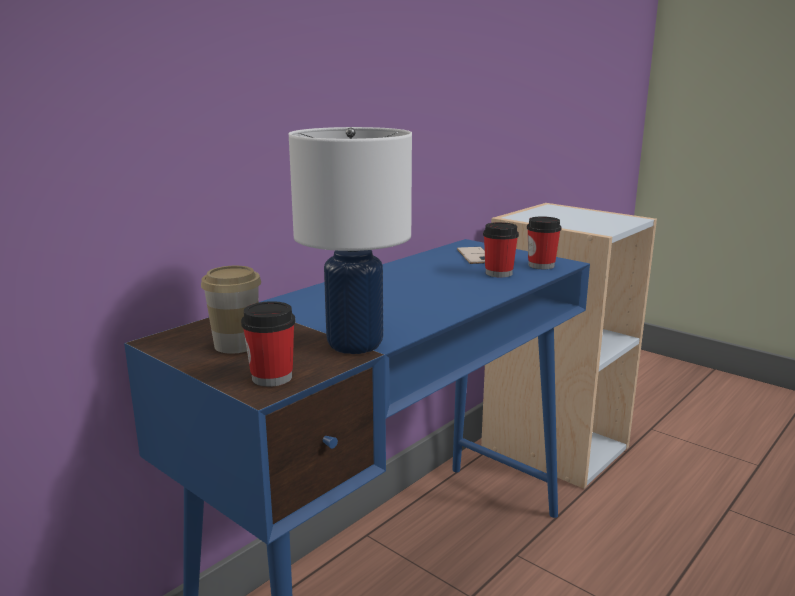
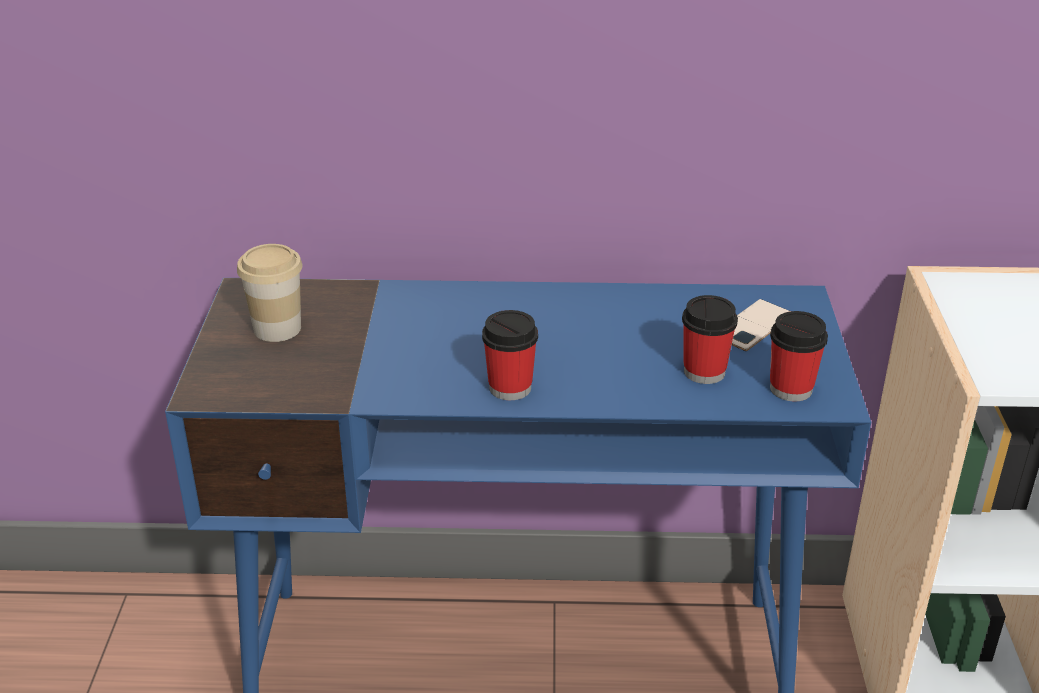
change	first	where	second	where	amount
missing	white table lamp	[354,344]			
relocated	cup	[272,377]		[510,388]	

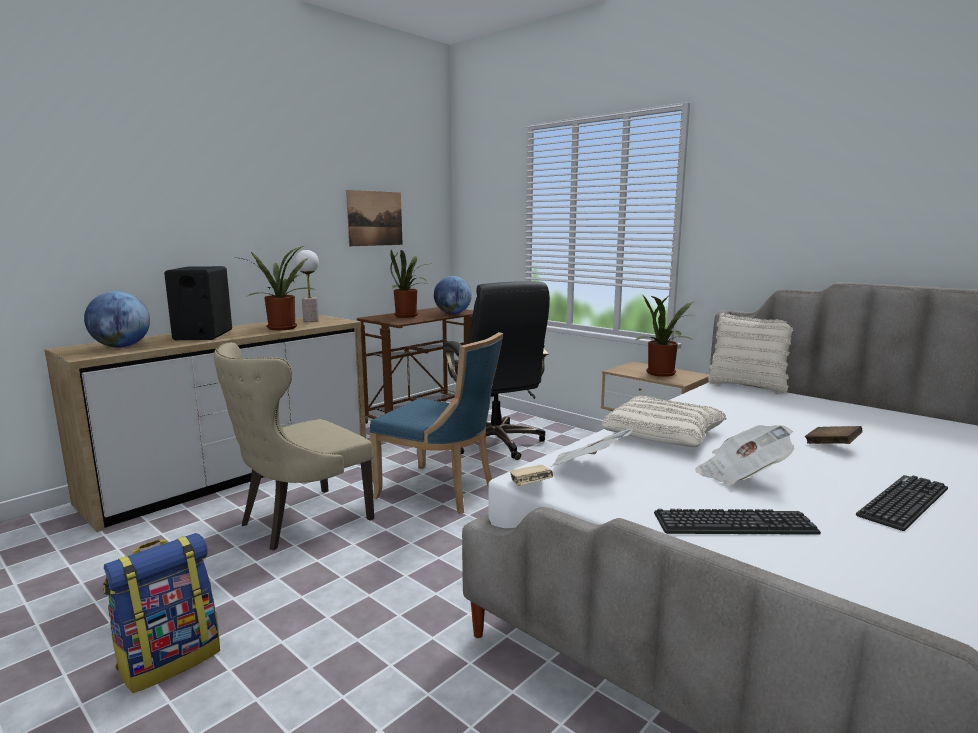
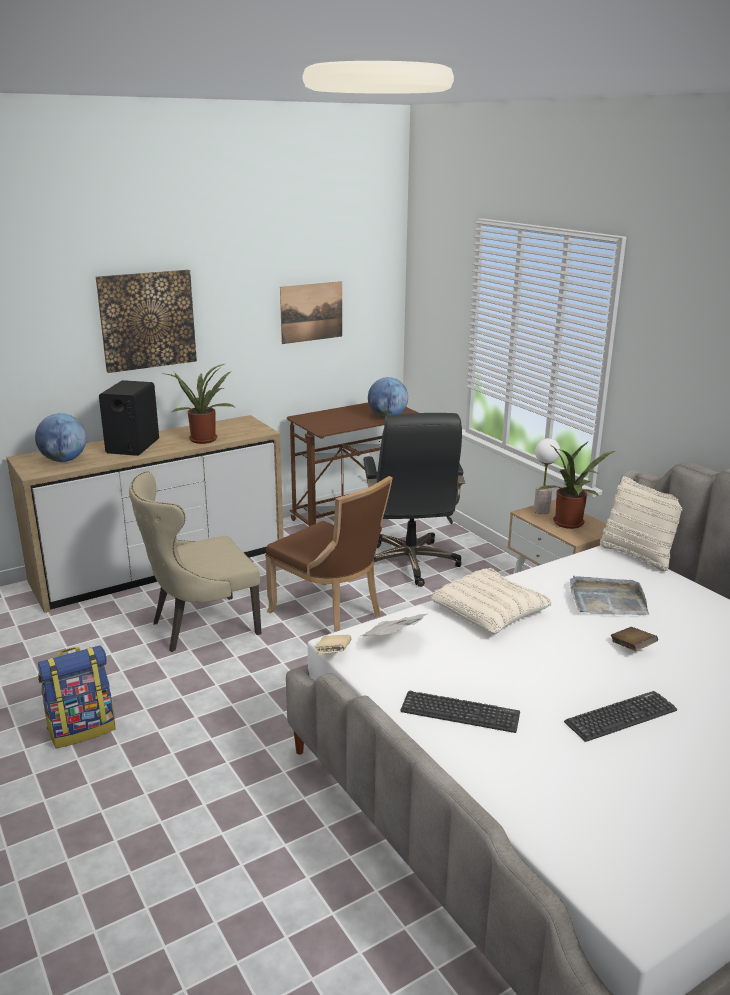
change	first	where	second	where	amount
relocated	table lamp	[311,320]		[542,510]	
missing	potted plant	[408,316]			
colour	blue chair	[440,491]	brown chair	[330,613]	
missing	newspaper	[741,475]			
appeared			picture	[147,320]	
appeared			grey tray	[606,600]	

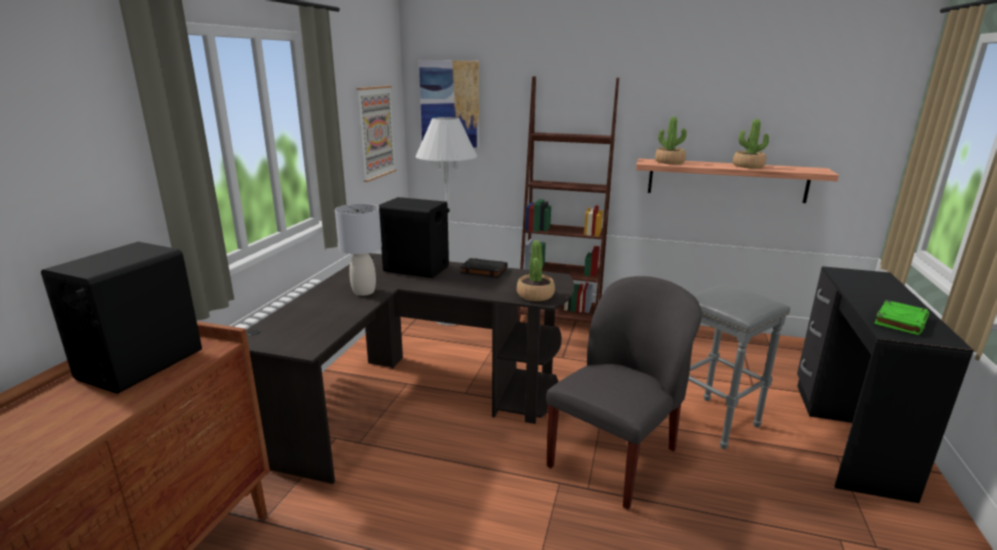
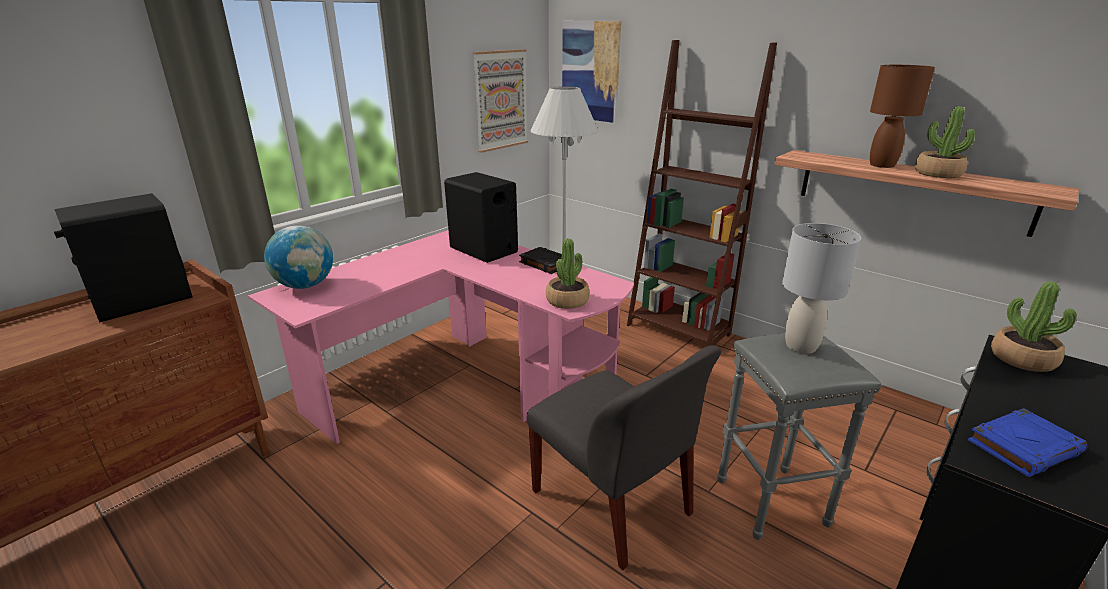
change	first	where	second	where	amount
relocated	potted plant	[669,162]		[1022,359]	
relocated	grey table lamp	[364,291]		[801,346]	
colour	black desk	[416,401]	pink desk	[464,384]	
spun	grey chair	[615,457]		[614,504]	75 degrees clockwise
colour	green book	[900,321]	blue book	[1024,447]	
appeared			brown table lamp	[881,165]	
appeared			globe	[305,285]	

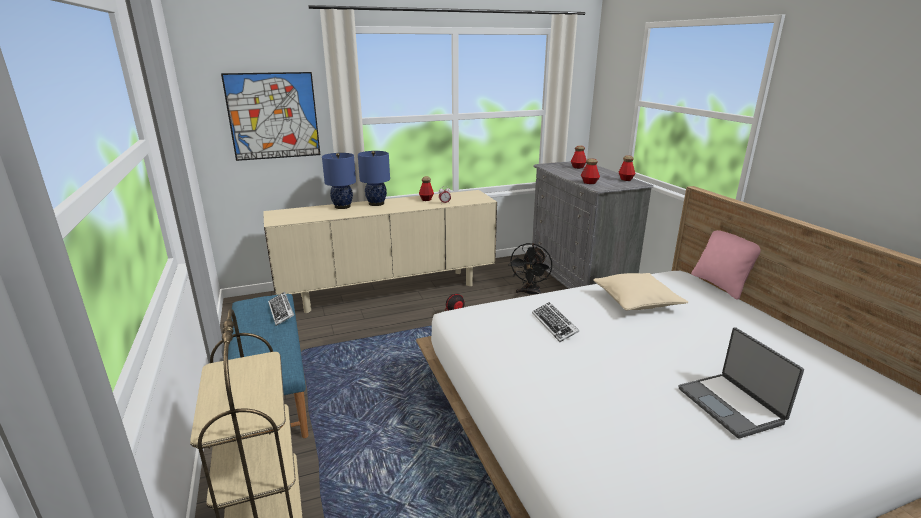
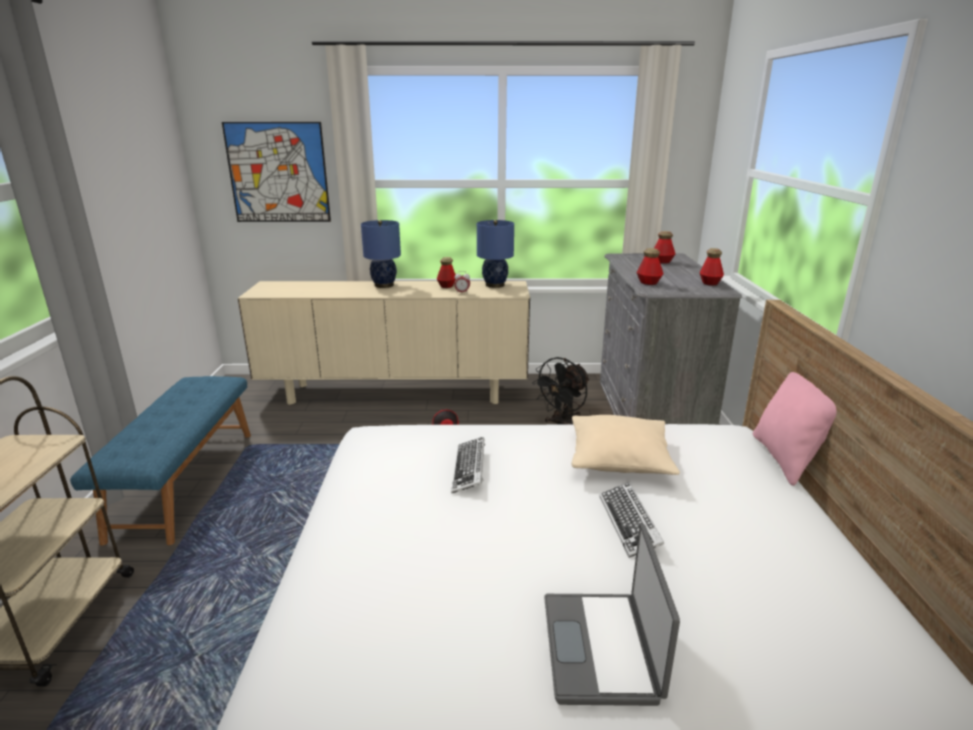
change	first	where	second	where	amount
relocated	blue table lamp	[342,206]		[495,285]	
relocated	keyboard	[281,311]		[629,523]	

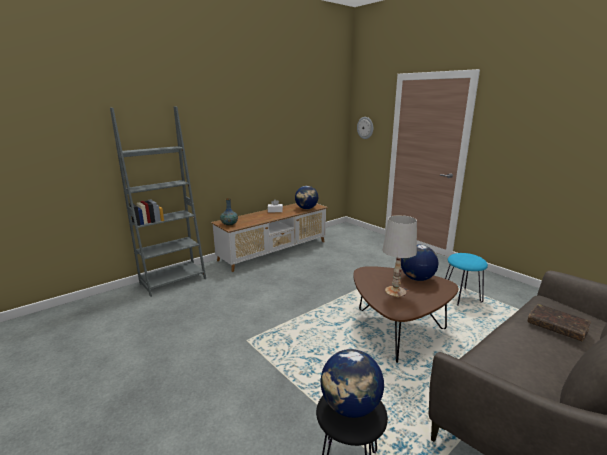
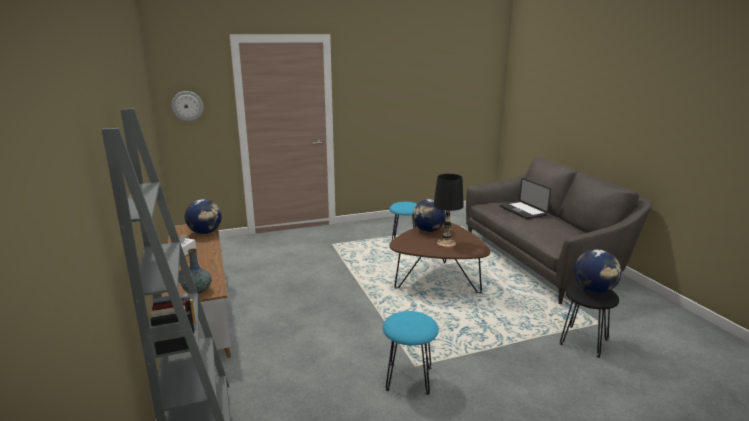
change	first	where	second	where	amount
colour	white table lamp	[395,291]	black table lamp	[446,243]	
exchanged	brown book	[556,327]	laptop	[522,211]	
appeared			turquoise stool	[409,378]	

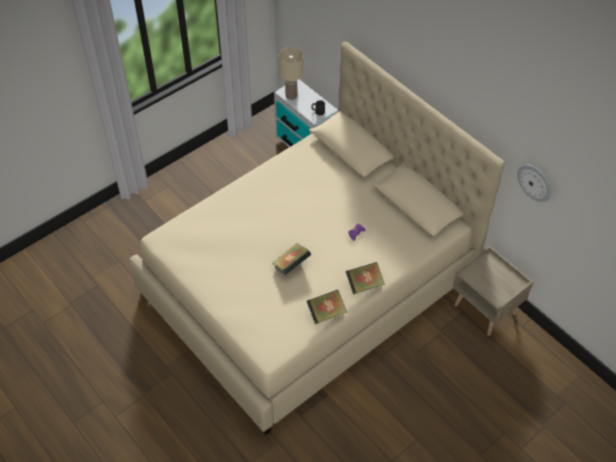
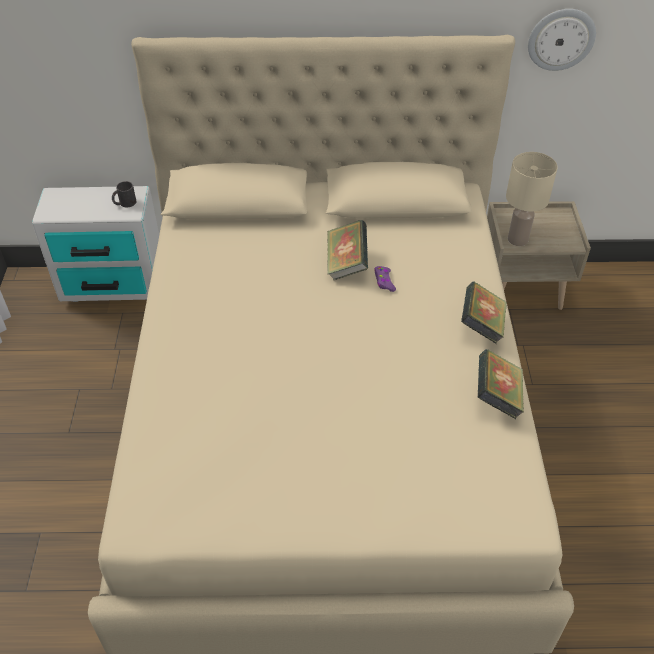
change	first	where	second	where	amount
relocated	beige table lamp	[291,95]		[518,239]	
relocated	book	[291,265]		[346,263]	

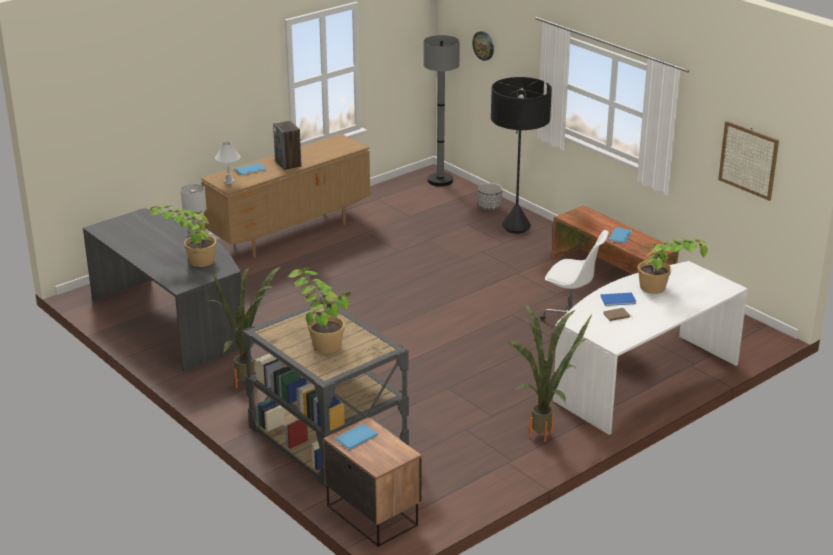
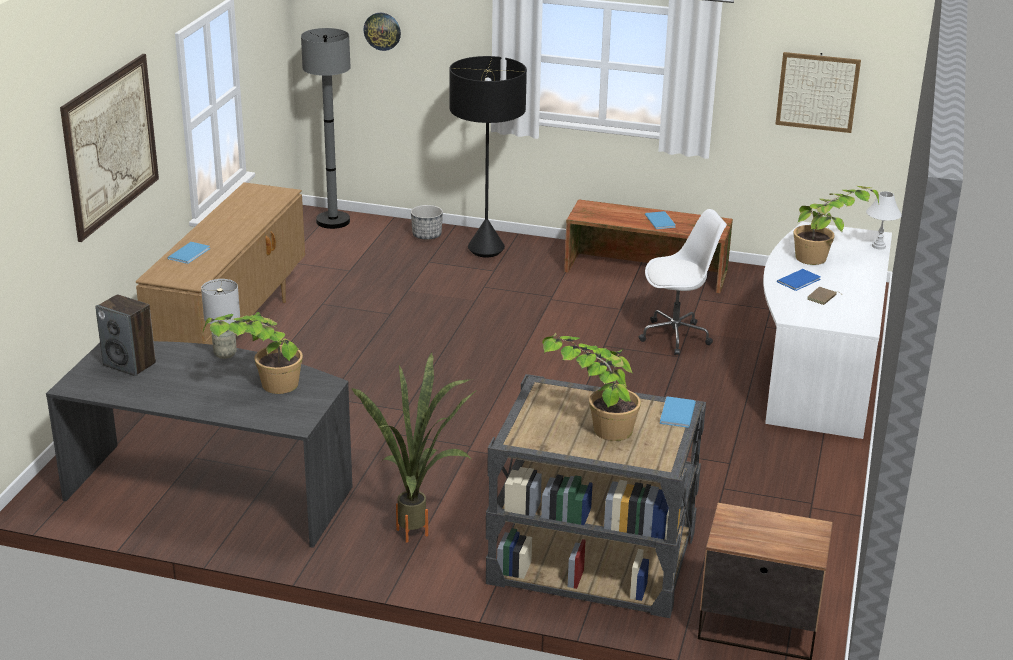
change	first	where	second	where	amount
relocated	speaker	[288,164]		[130,364]	
relocated	white table lamp	[229,182]		[878,246]	
missing	potted plant	[545,432]			
relocated	blue book	[355,437]		[676,413]	
appeared			picture	[111,145]	

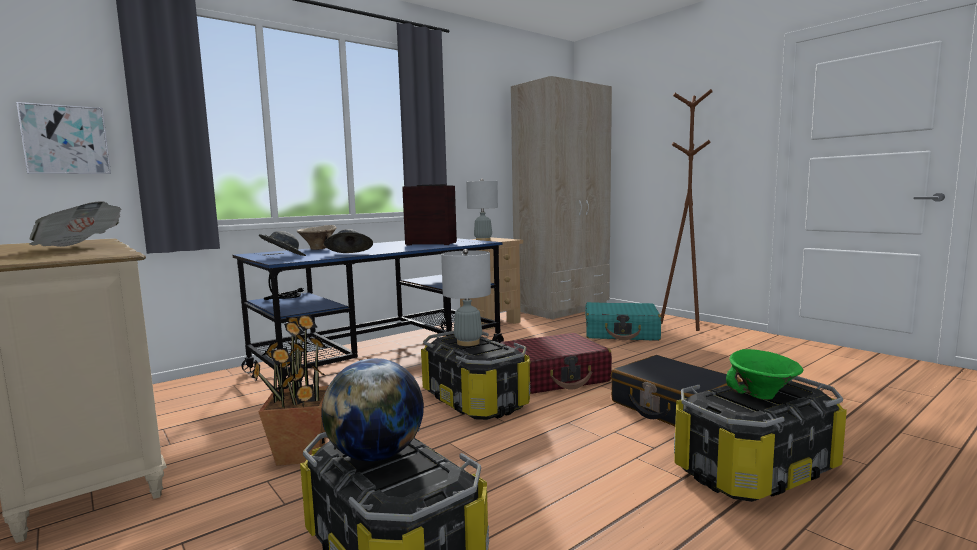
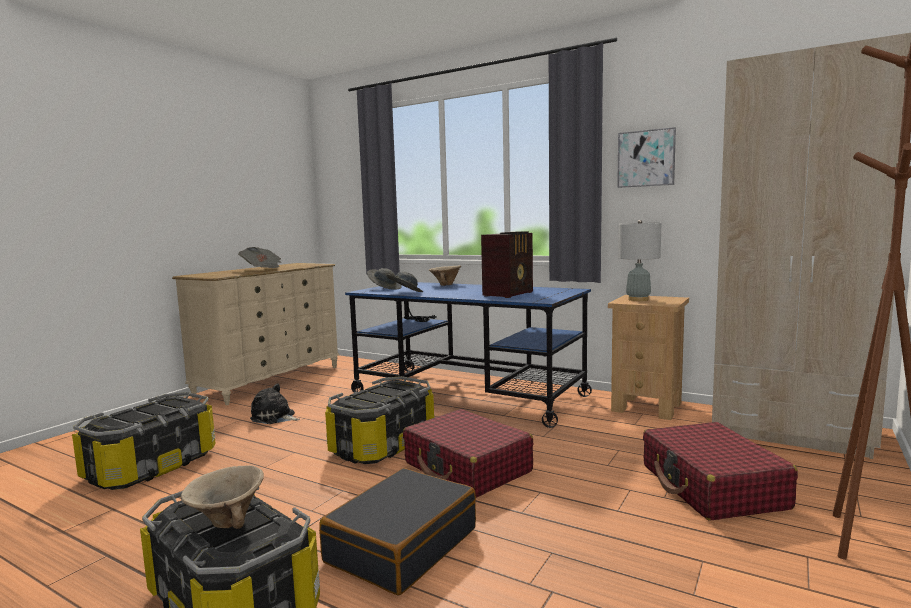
change	first	where	second	where	amount
relocated	picture	[65,140]		[646,158]	
spun	radio	[430,243]		[509,294]	45 degrees clockwise
missing	grey table lamp	[468,343]			
colour	turquoise suitcase	[621,333]	red suitcase	[712,487]	
exchanged	potted plant	[300,454]	plush toy	[274,417]	
colour	green bowl	[763,396]	beige bowl	[225,523]	
missing	globe	[376,455]			

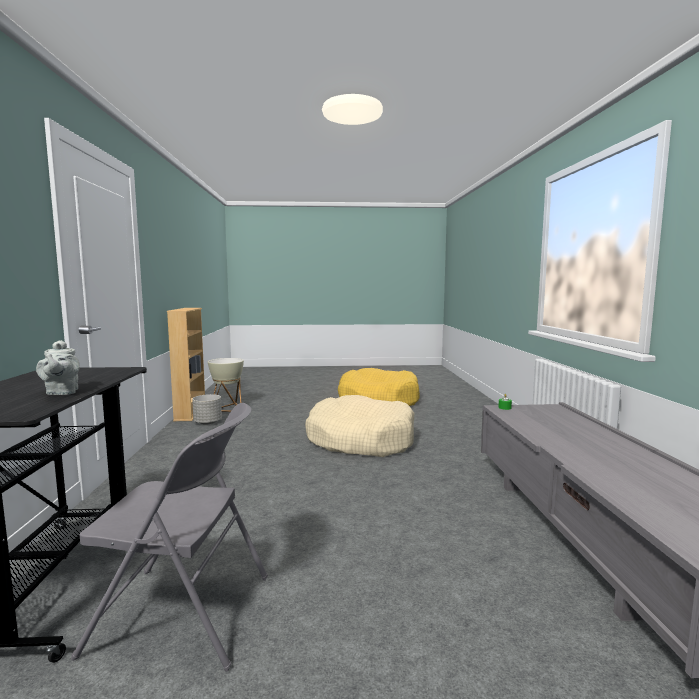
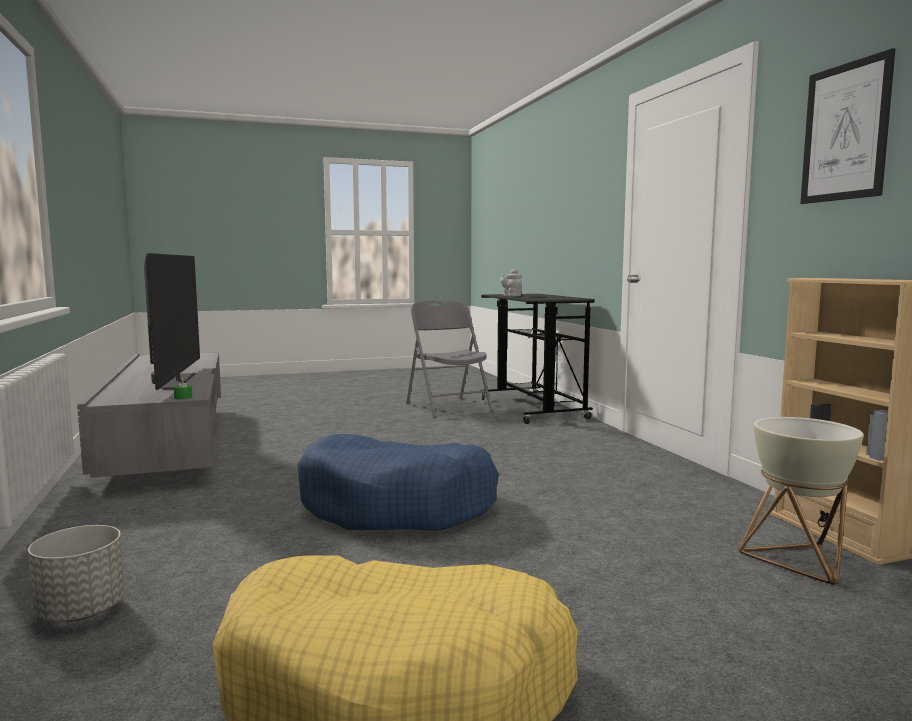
change	first	where	second	where	amount
relocated	grey planter	[208,422]		[80,612]	
colour	beige dog bed	[360,440]	blue dog bed	[397,506]	
spun	grey chair	[181,614]		[448,407]	75 degrees clockwise
appeared			picture	[845,132]	
appeared			television	[179,381]	

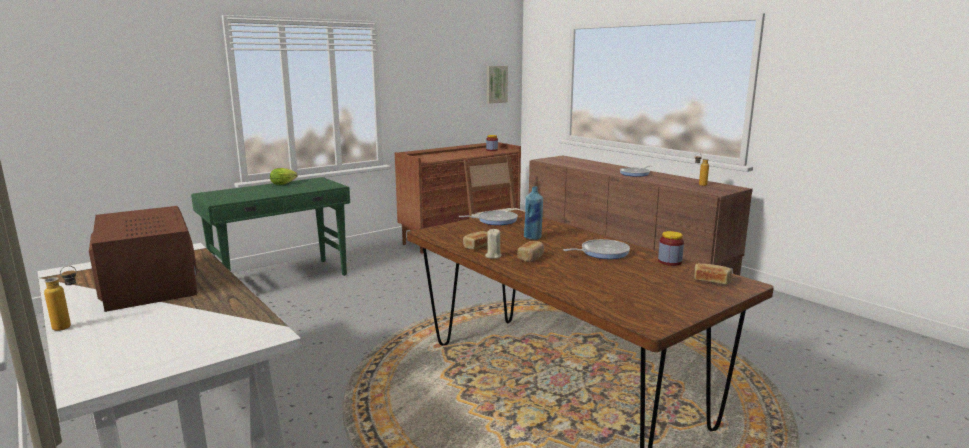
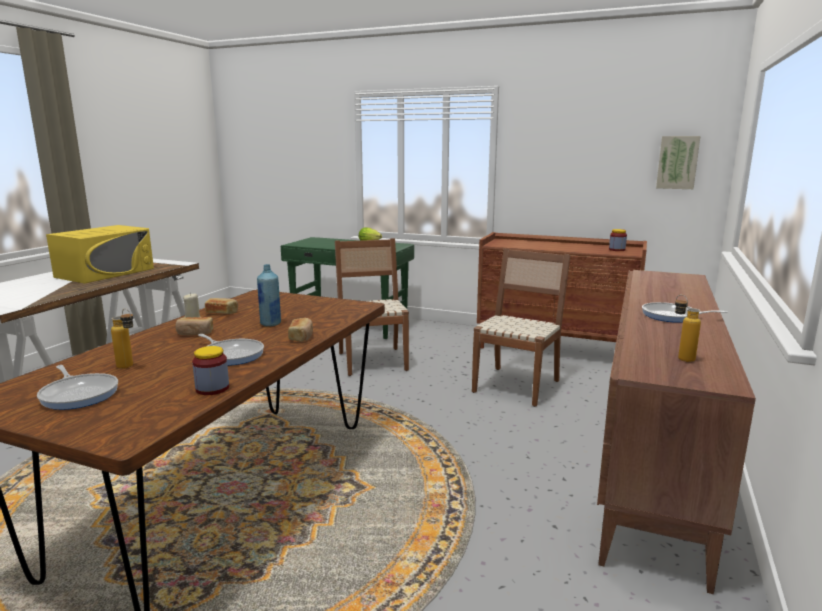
change	first	where	second	where	amount
colour	brown microwave	[149,283]	yellow microwave	[105,273]	
relocated	frying pan	[495,220]		[79,394]	
relocated	bread	[711,281]		[301,337]	
relocated	bottle	[69,326]		[129,367]	
appeared			chair	[372,360]	

